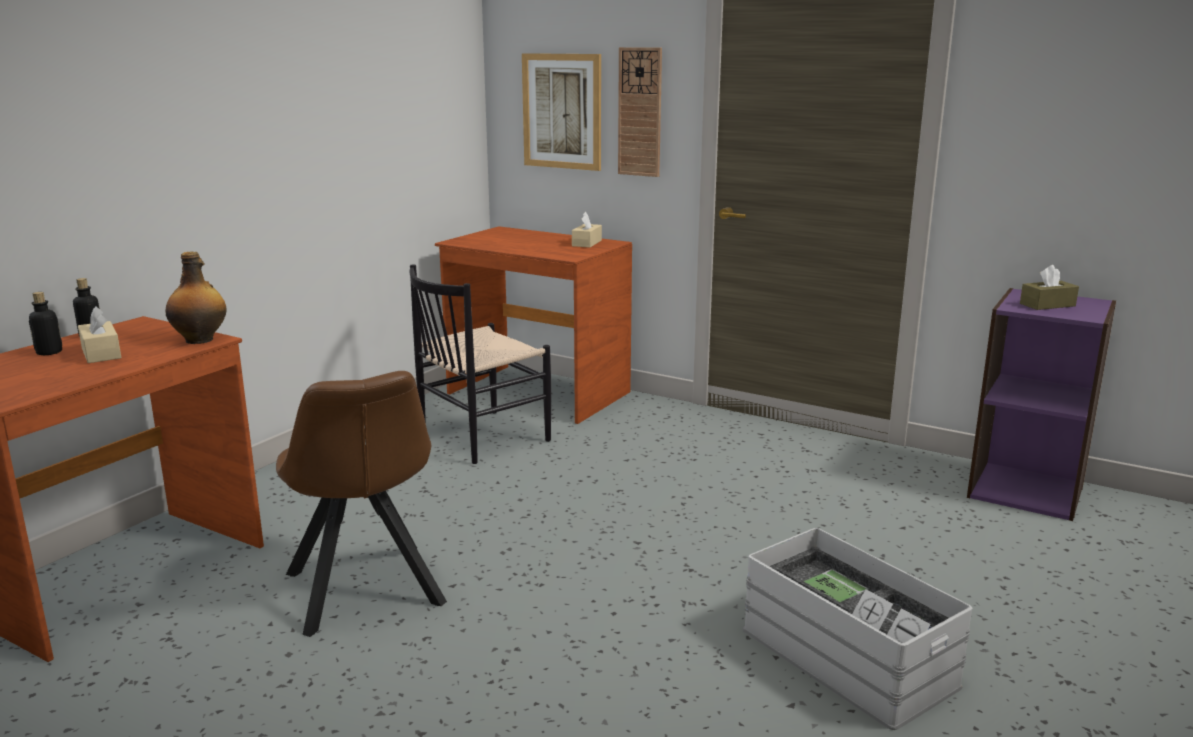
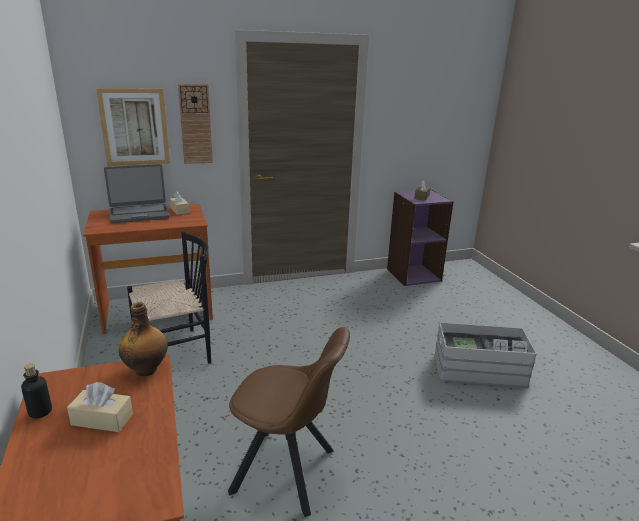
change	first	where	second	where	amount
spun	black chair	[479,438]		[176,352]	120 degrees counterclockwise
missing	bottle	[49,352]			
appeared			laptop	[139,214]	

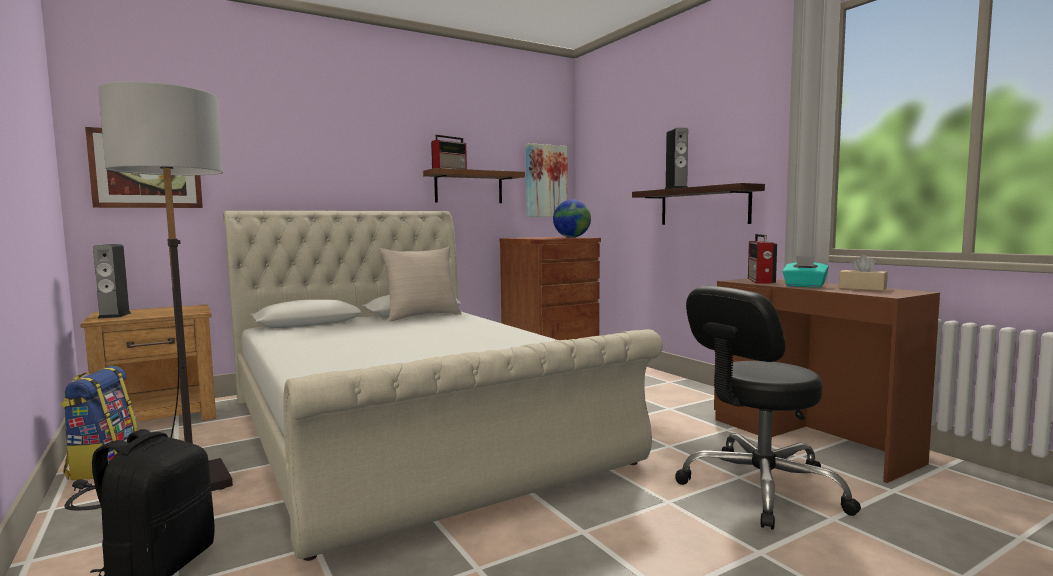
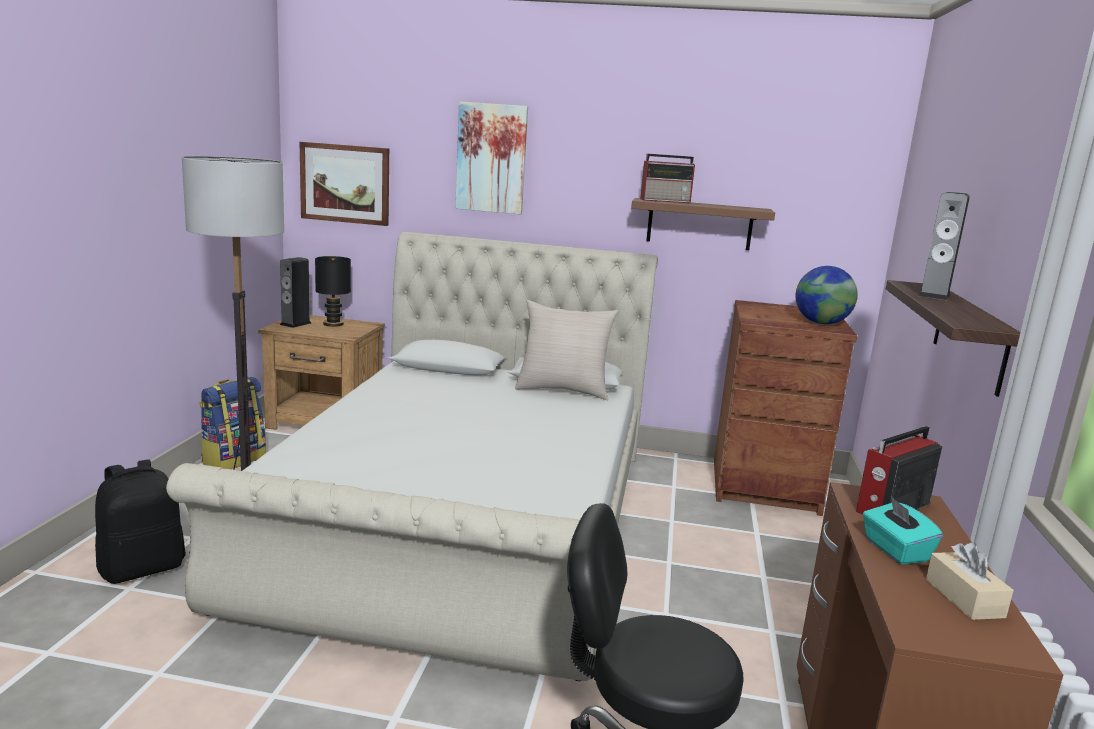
change	first	where	second	where	amount
relocated	picture	[546,181]		[491,158]	
appeared			black table lamp	[333,324]	

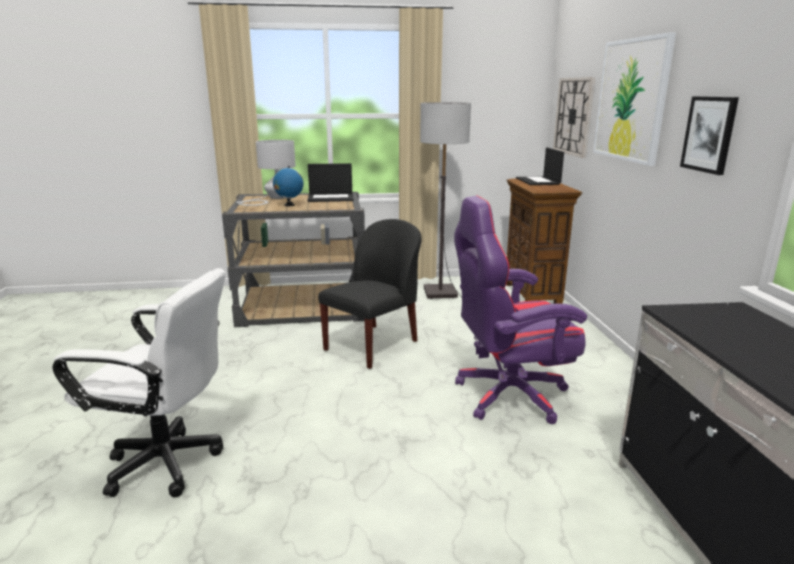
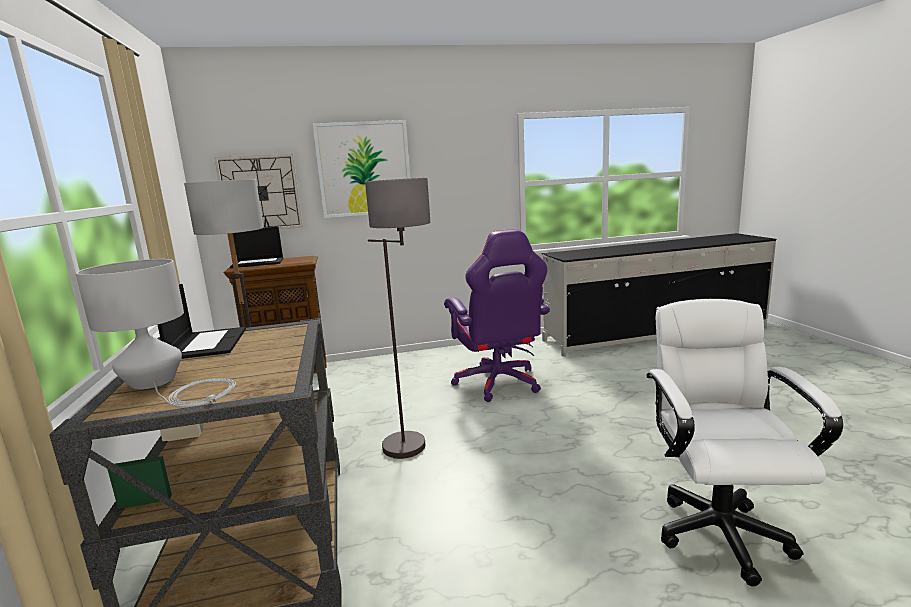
change	first	where	second	where	amount
missing	picture	[709,134]			
missing	globe	[289,205]			
exchanged	black chair	[373,345]	grey floor lamp	[414,450]	

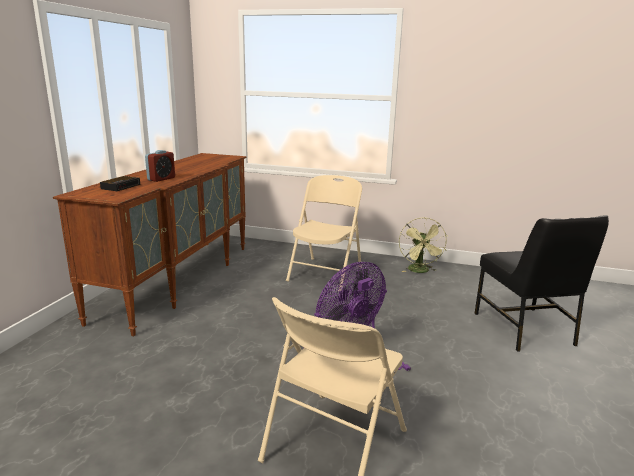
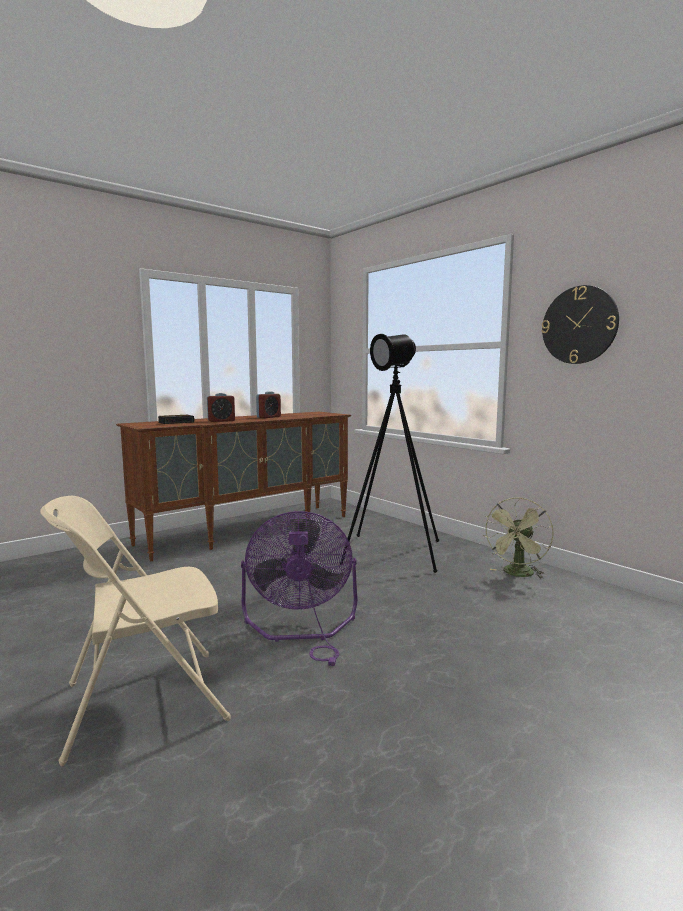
change	first	where	second	where	amount
exchanged	beige chair	[325,274]	black floor lamp	[392,553]	
missing	black chair	[525,329]			
appeared			wall clock	[579,325]	
appeared			alarm clock	[268,417]	

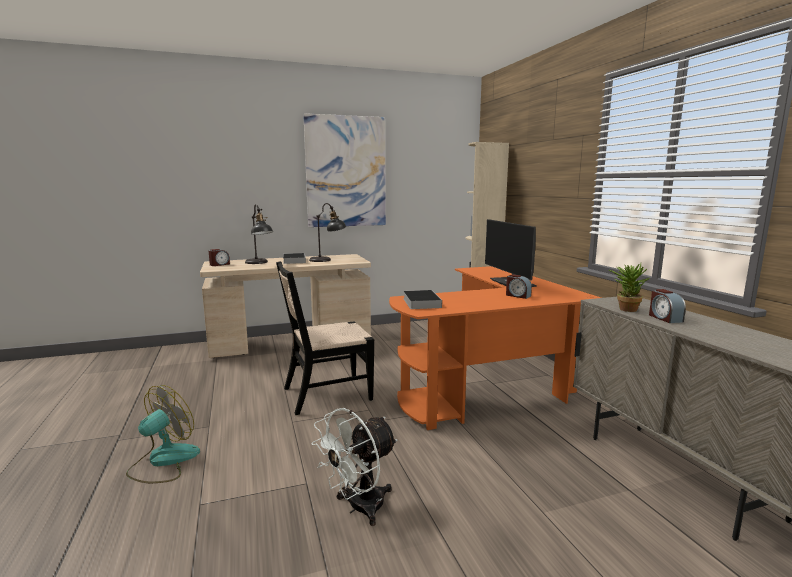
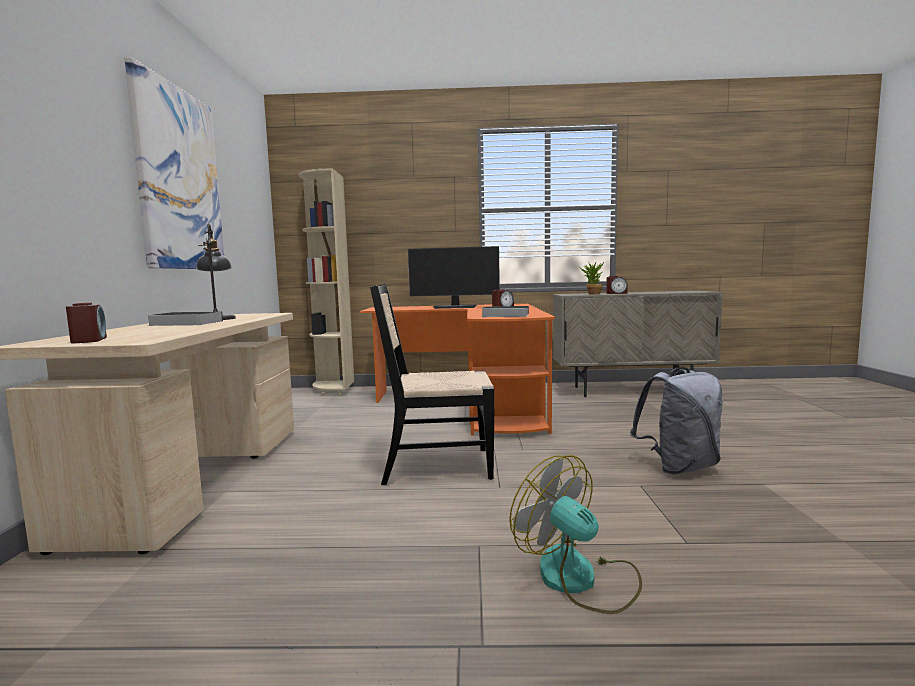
change	first	where	second	where	amount
missing	grey table lamp	[260,263]			
spun	chair	[327,394]		[436,465]	90 degrees clockwise
exchanged	white fan	[359,508]	grey backpack	[679,467]	

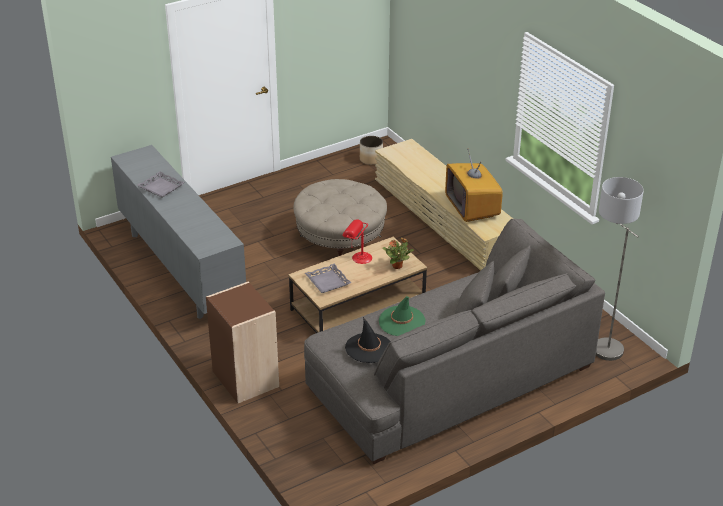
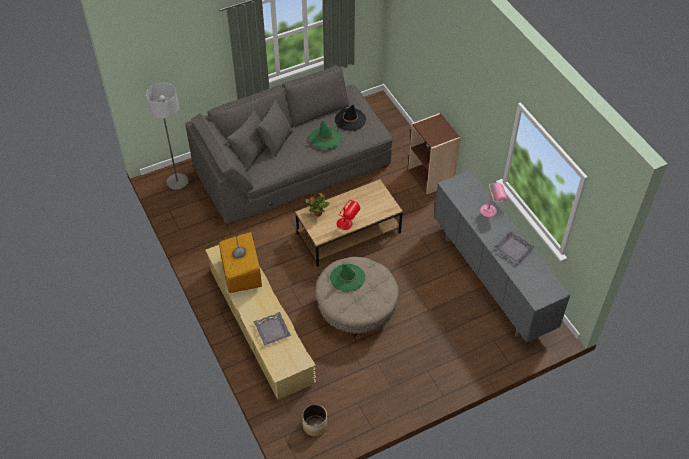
change	first	where	second	where	amount
relocated	grey tray	[327,281]		[272,330]	
appeared			pink table lamp	[491,209]	
appeared			green hat	[347,278]	

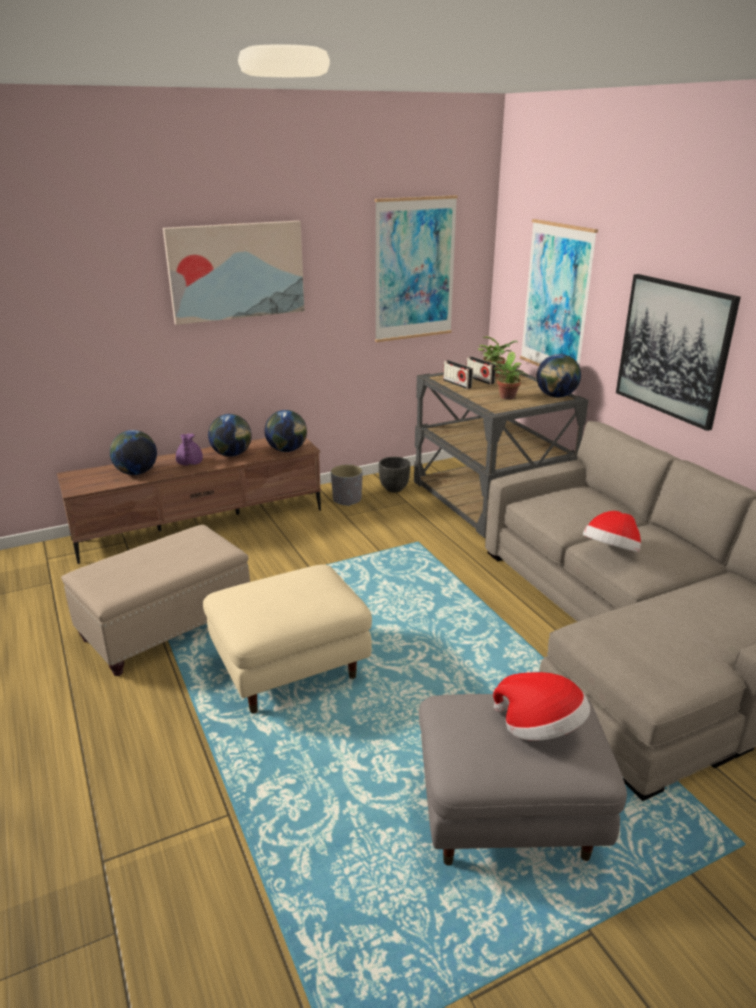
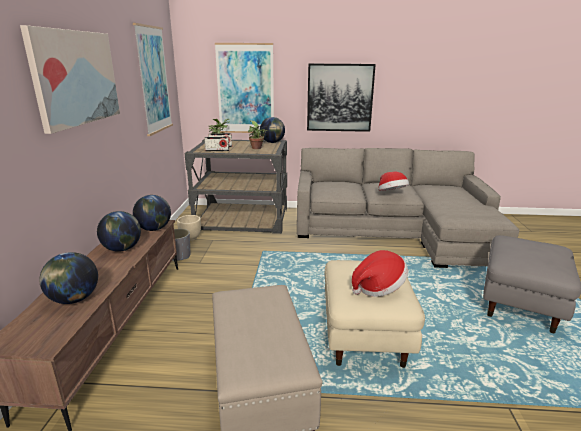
change	first	where	second	where	amount
missing	purple teapot	[189,463]			
colour	black planter	[394,489]	beige planter	[190,238]	
relocated	hat	[540,728]		[378,287]	

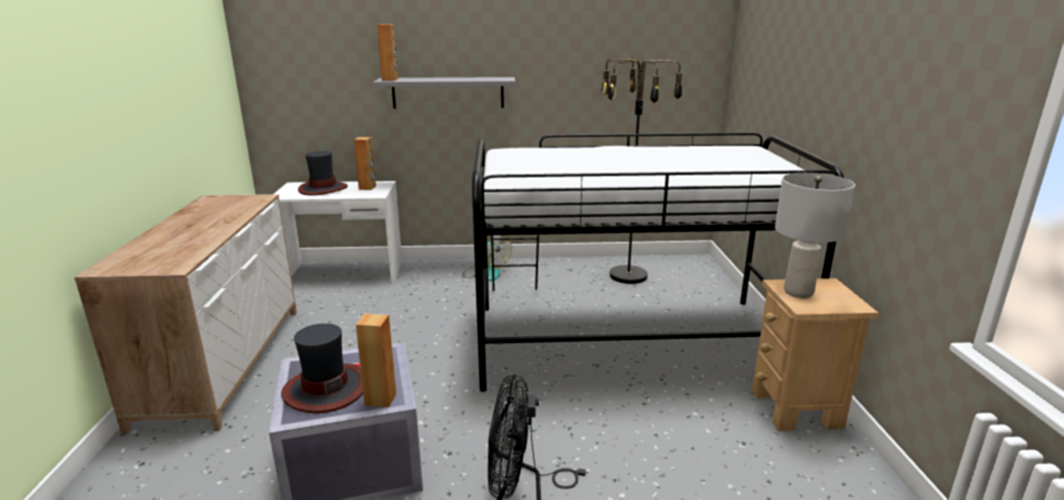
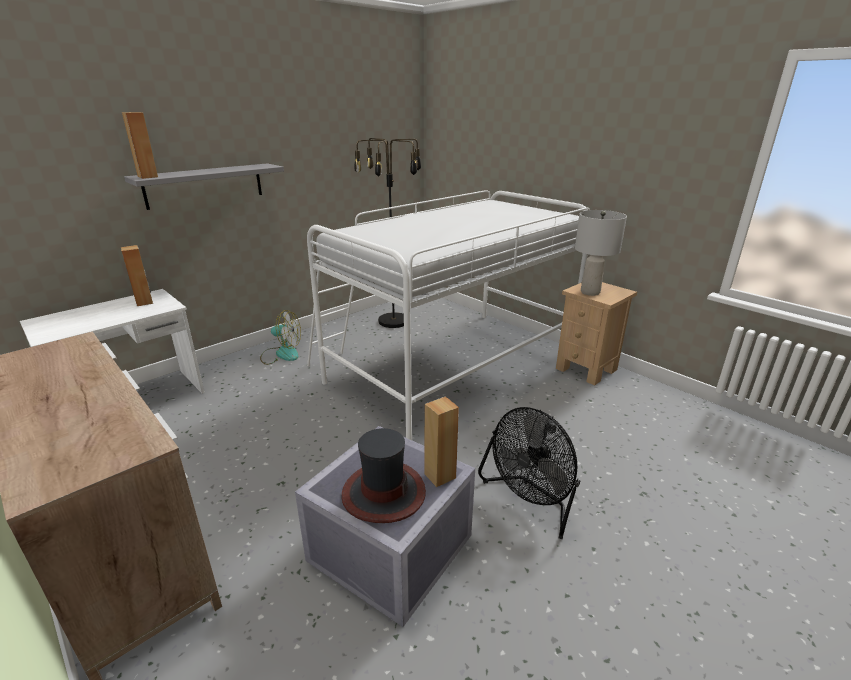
change	first	where	second	where	amount
colour	black bed	[624,339]	white bed	[450,366]	
missing	hat	[323,189]			

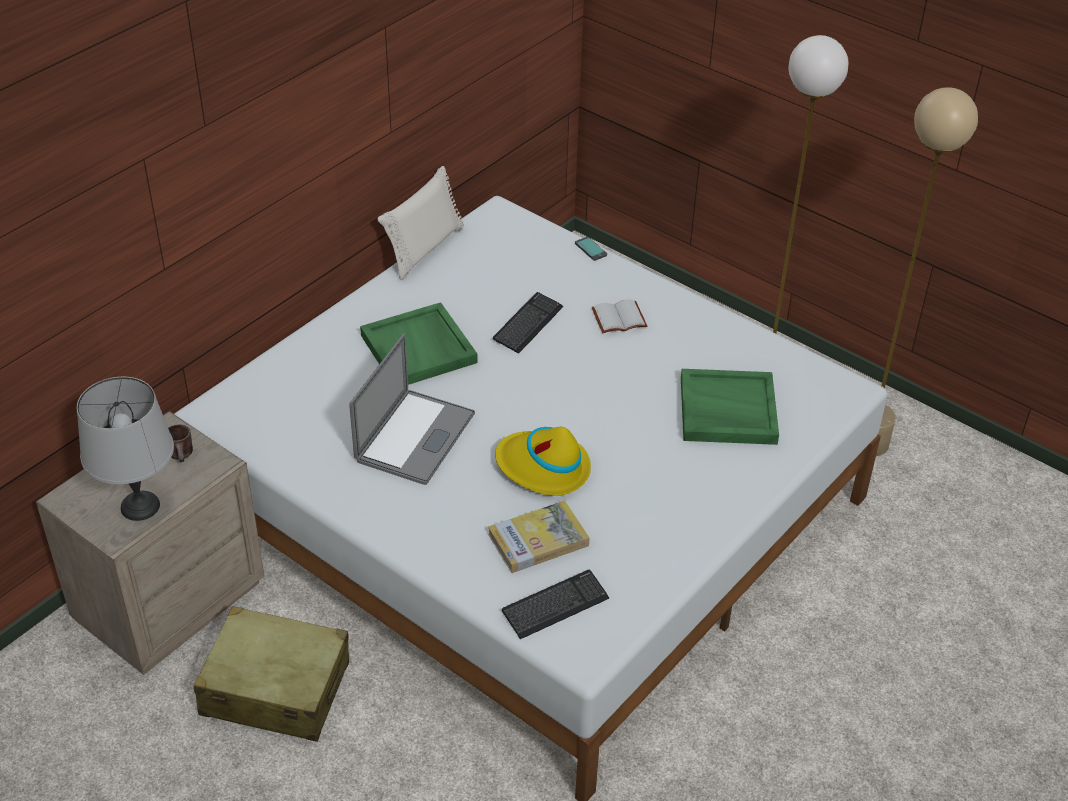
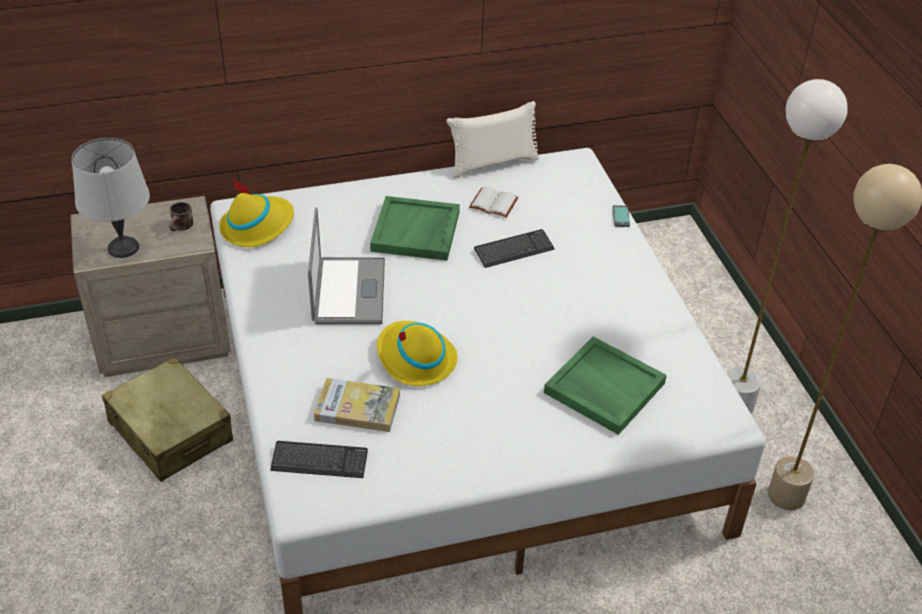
change	first	where	second	where	amount
relocated	white book	[618,319]		[492,204]	
spun	laptop	[415,437]		[349,291]	60 degrees counterclockwise
appeared			yellow hat	[257,226]	

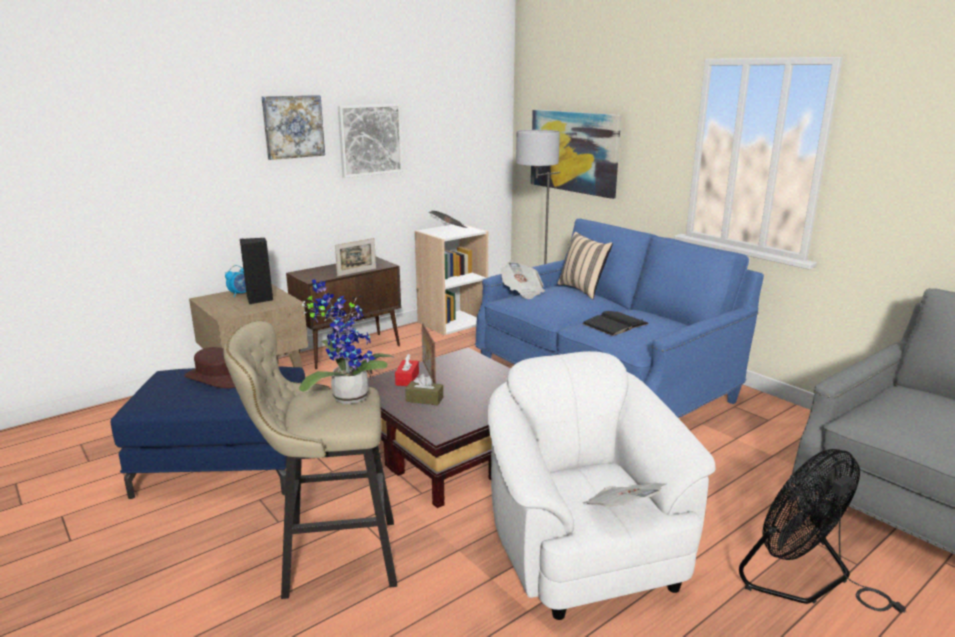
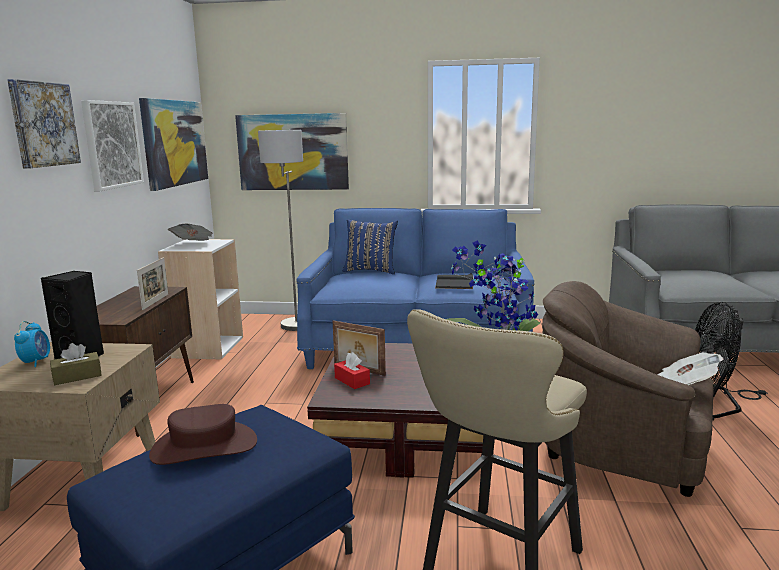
change	first	where	second	where	amount
colour	beige pillow	[583,290]	blue pillow	[371,270]	
missing	newspaper	[522,292]			
colour	white armchair	[584,552]	brown armchair	[620,450]	
relocated	brown tissue box	[424,399]		[77,376]	
appeared			picture	[175,143]	

